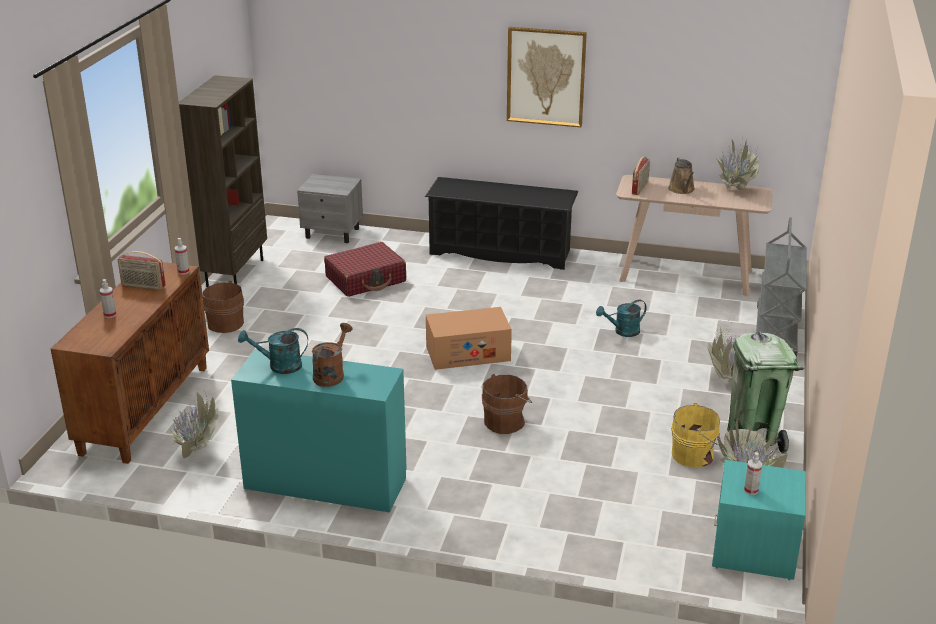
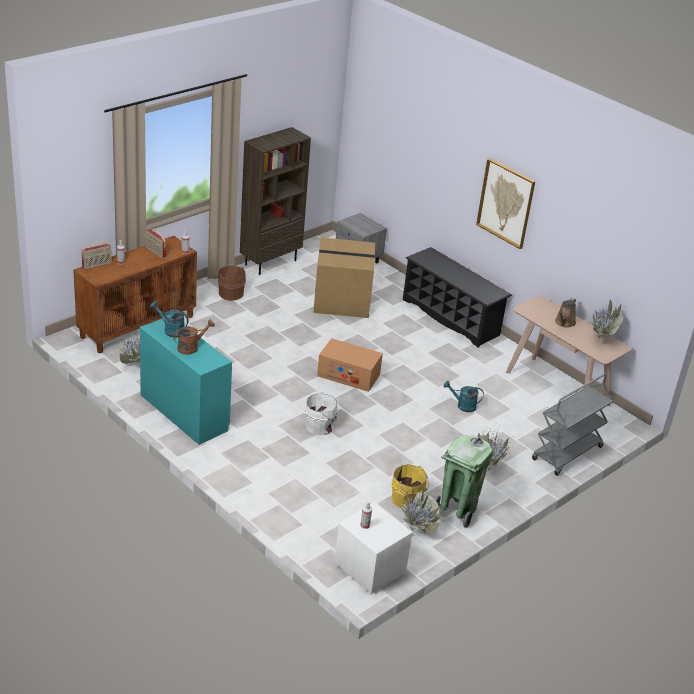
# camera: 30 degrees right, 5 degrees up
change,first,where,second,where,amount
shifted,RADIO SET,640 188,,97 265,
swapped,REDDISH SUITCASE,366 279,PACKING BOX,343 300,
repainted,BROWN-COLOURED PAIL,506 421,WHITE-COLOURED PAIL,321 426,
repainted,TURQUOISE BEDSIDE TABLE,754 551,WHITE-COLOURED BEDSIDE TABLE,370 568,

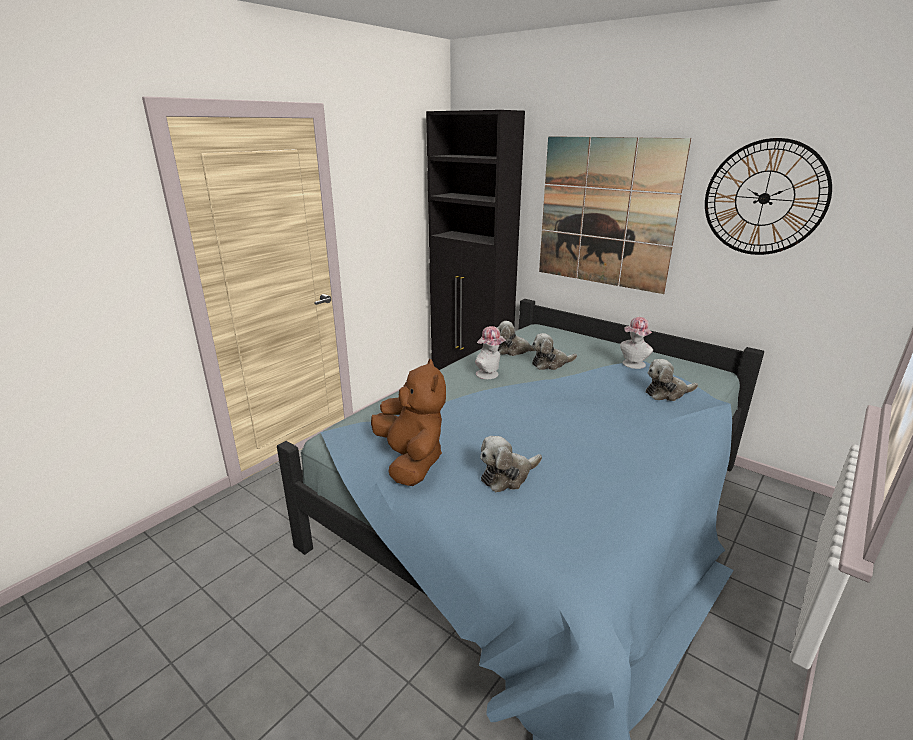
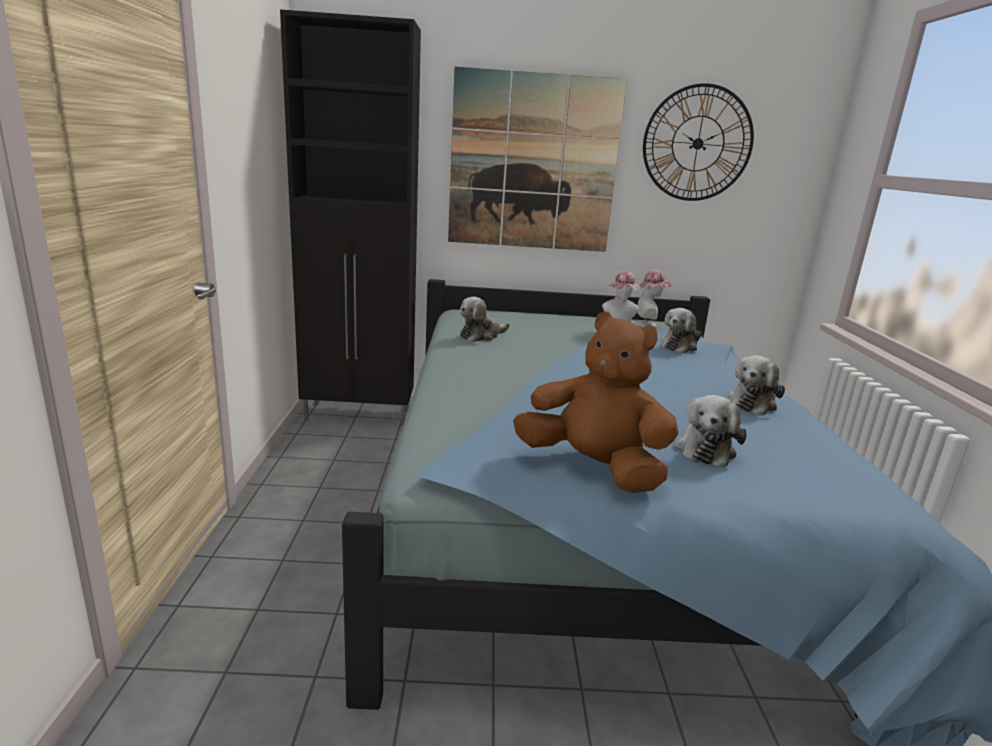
# camera: 40 degrees left, 5 degrees down
change,first,where,second,where,amount
shifted,HAT,490 375,,647 324,
shifted,SOFT TOY,550 364,,752 403,

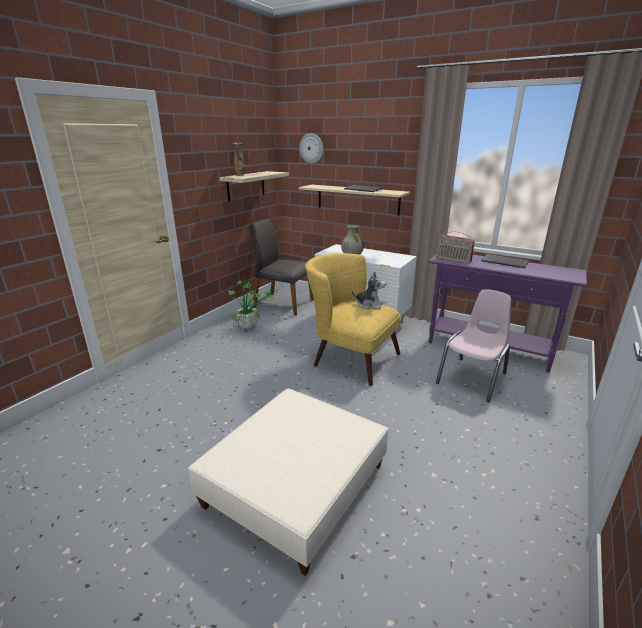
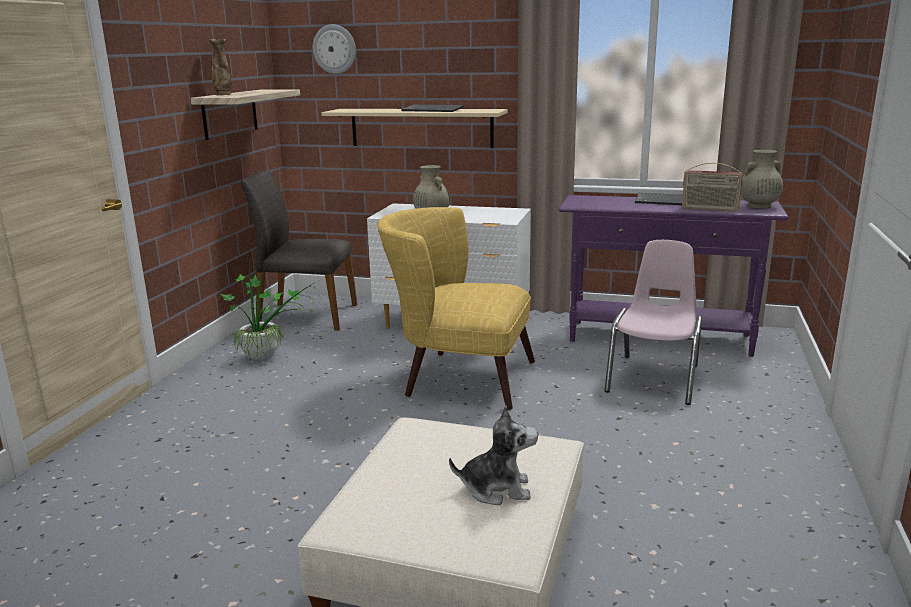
# camera: 15 degrees left, 5 degrees down
change,first,where,second,where,amount
shifted,RADIO SET,453 260,,709 209,
shifted,SOFT TOY,369 305,,496 489,
new,,,BEIGE VASE,758 206,

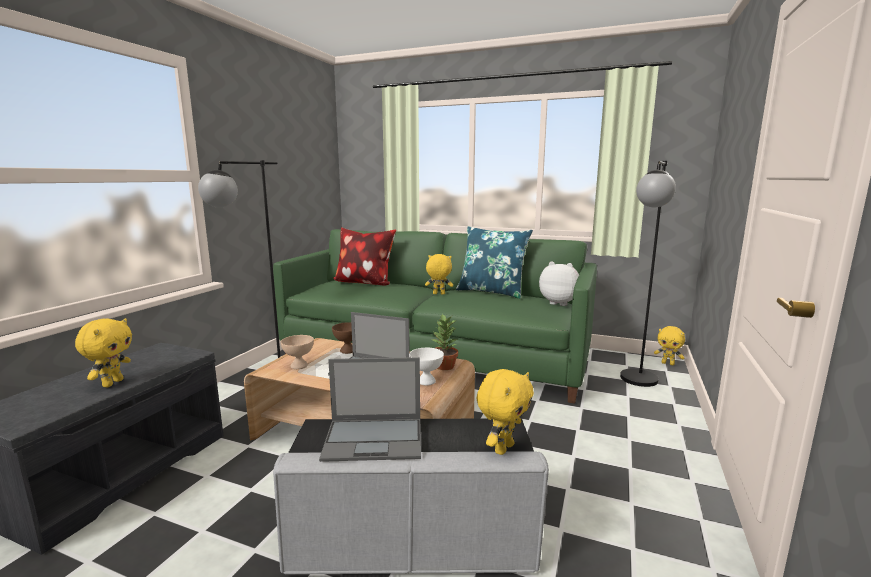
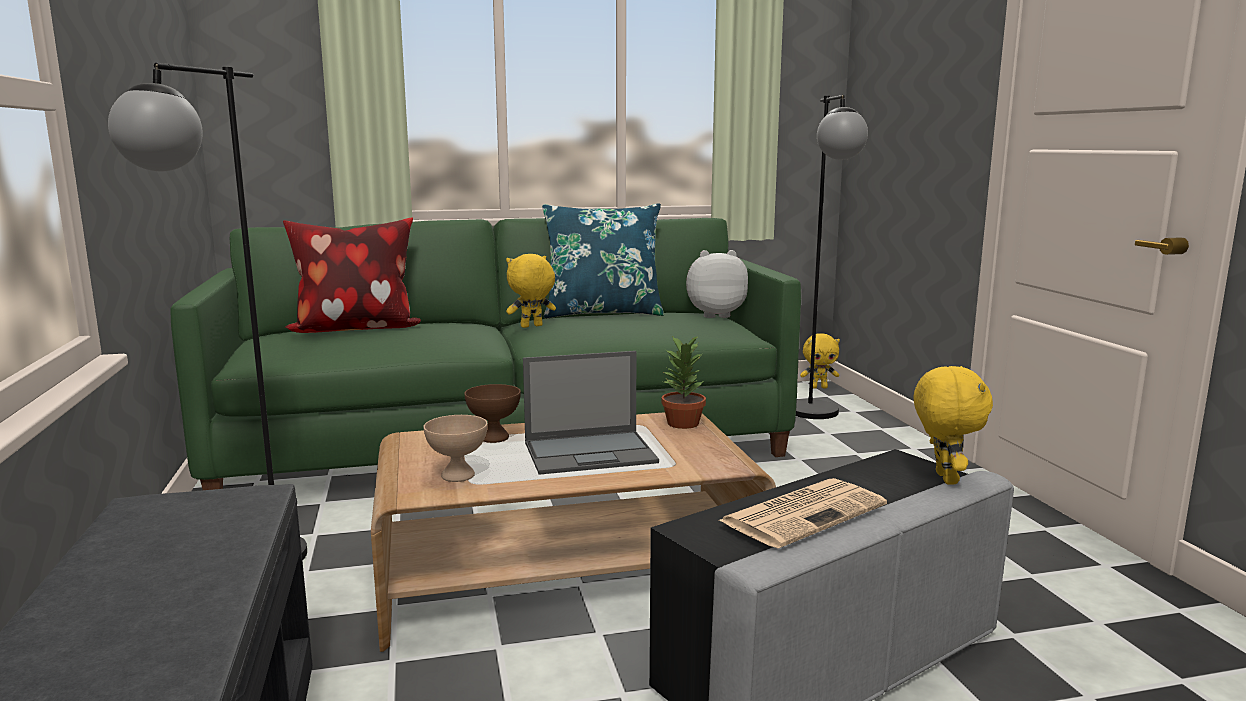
# camera: 35 degrees left, 0 degrees up
change,first,where,second,where,amount
gone,YELLOWISH SOFT TOY,112 383,,,
gone,WHITE-COLOURED SERVING BOWL,426 381,,,
swapped,PORTABLE COMPUTER,375 439,PRINTED PAPER,804 513,

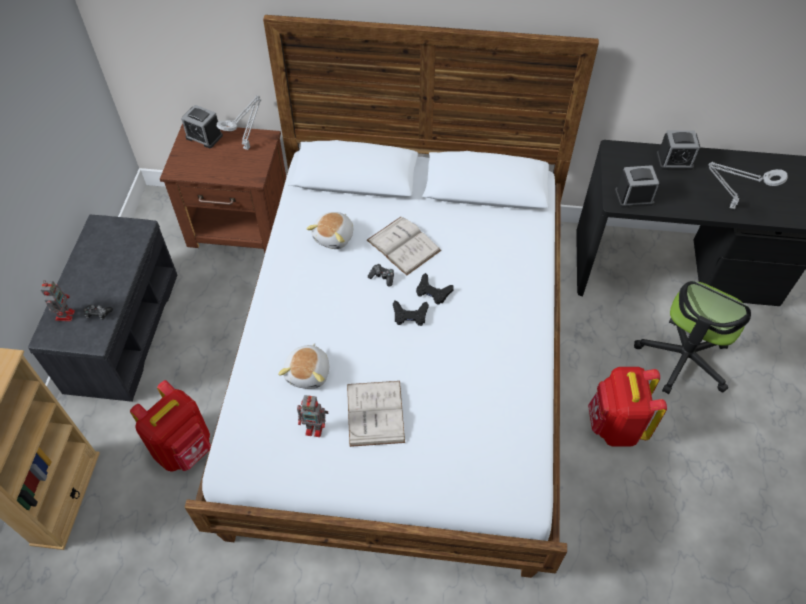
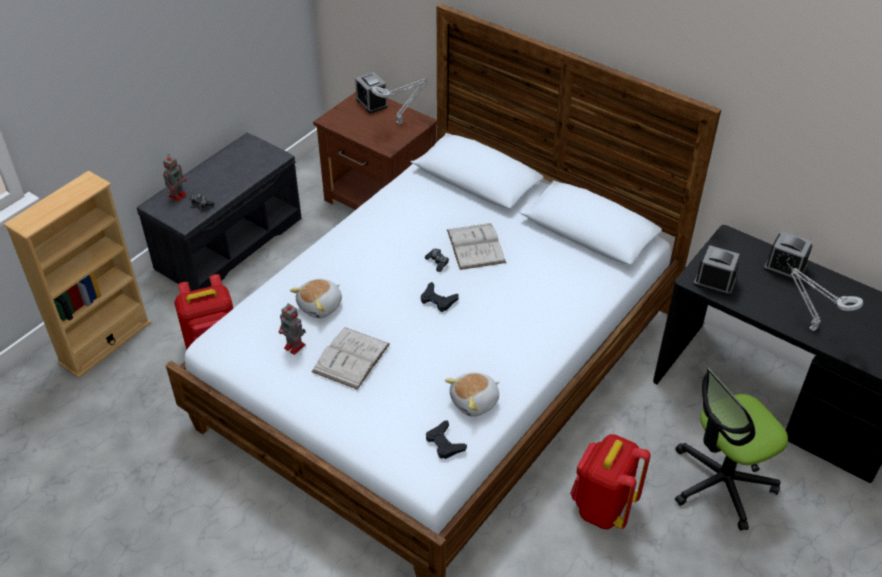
# camera: 30 degrees right, 10 degrees down
change,first,where,second,where,amount
shifted,SOFT TOY,334 237,,475 402,
shifted,BLACK GAME CONTROLLER,433 292,,444 443,

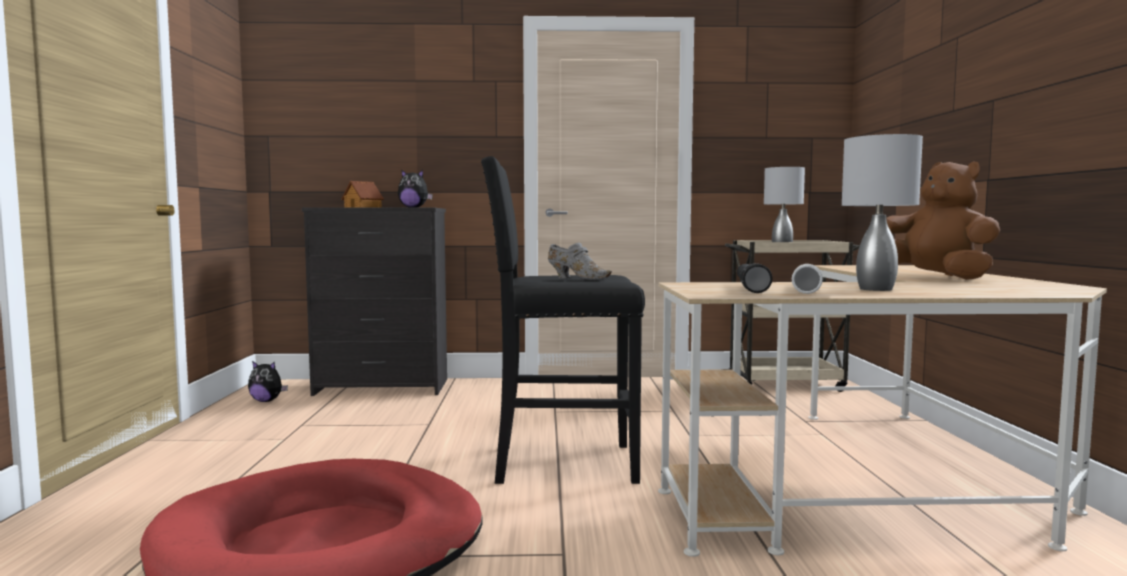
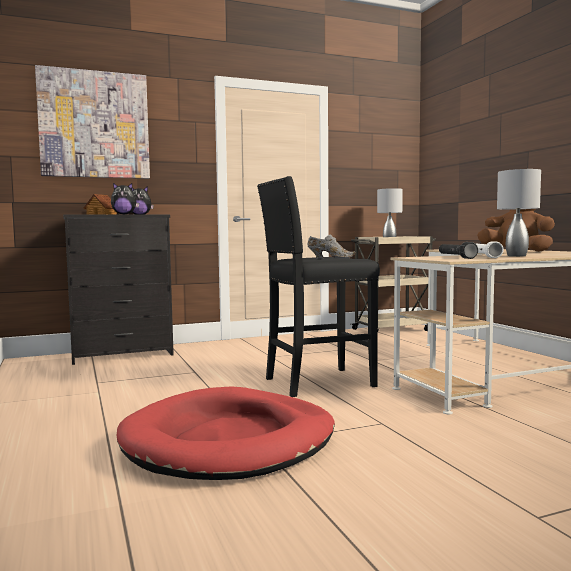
# camera: 20 degrees left, 0 degrees up
change,first,where,second,where,amount
shifted,SOFT TOY,267 401,,124 214,
new,,,PICTURE,94 125,

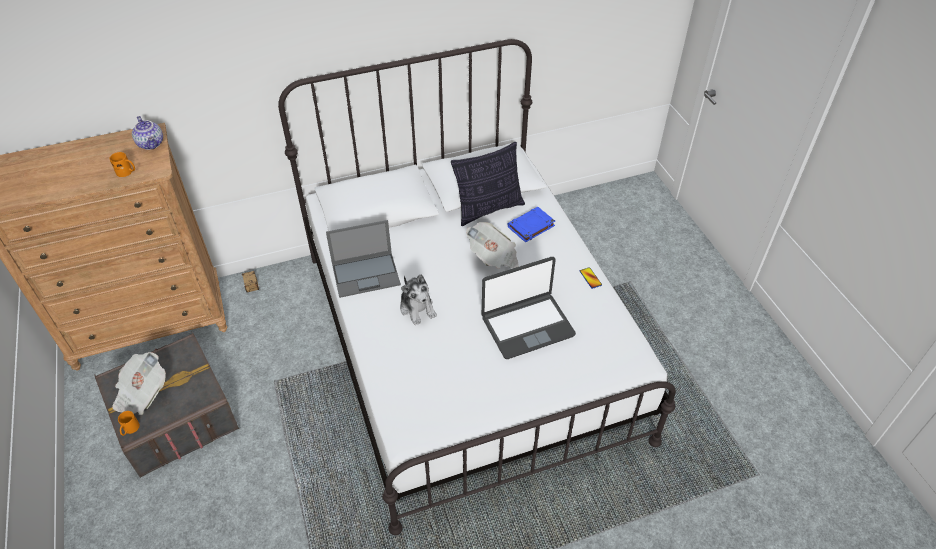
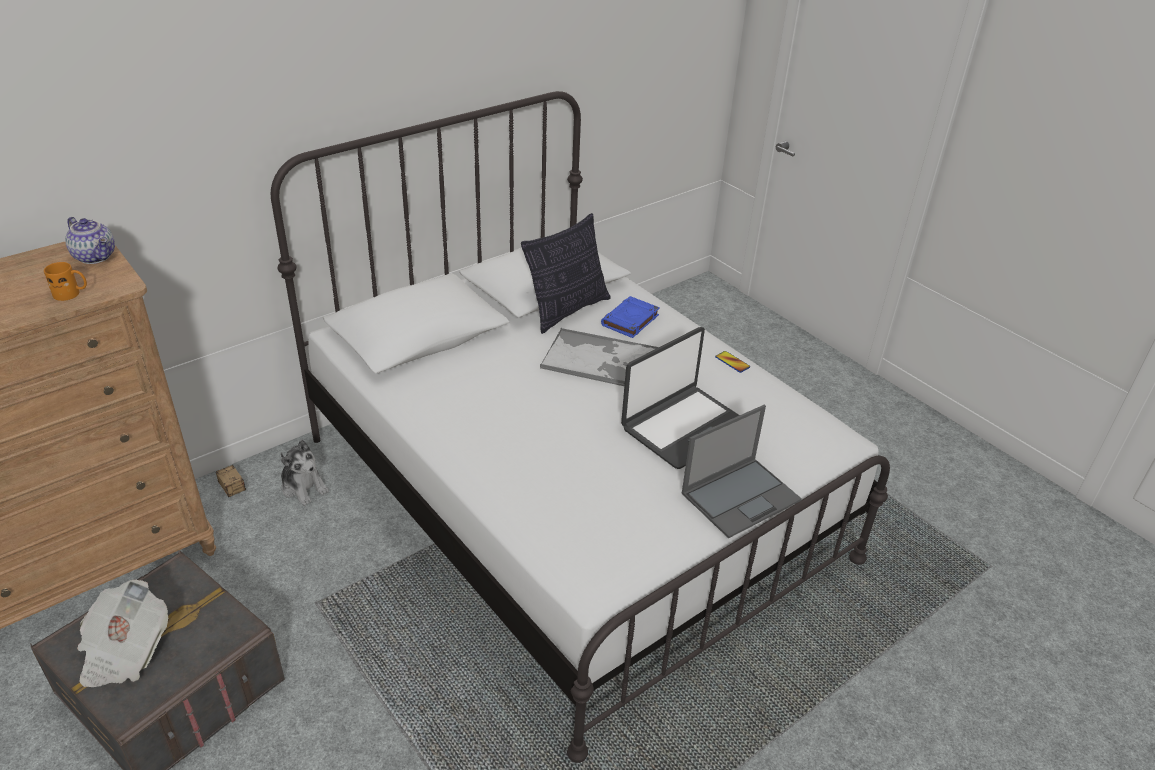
# camera: 20 degrees left, 10 degrees down
change,first,where,second,where,amount
shifted,PORTABLE COMPUTER,366 274,,741 496,
swapped,PRINTED PAPER,493 257,CARRYING TRAY,601 360,
shifted,SOFT TOY,417 308,,304 487,
gone,ORANGE COFFEE MUG,130 430,,,

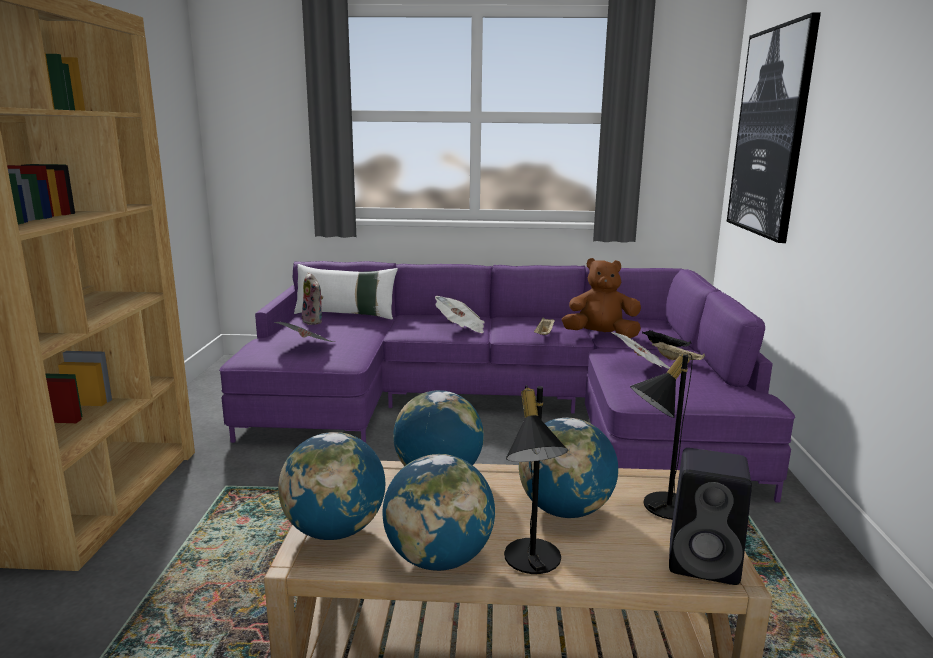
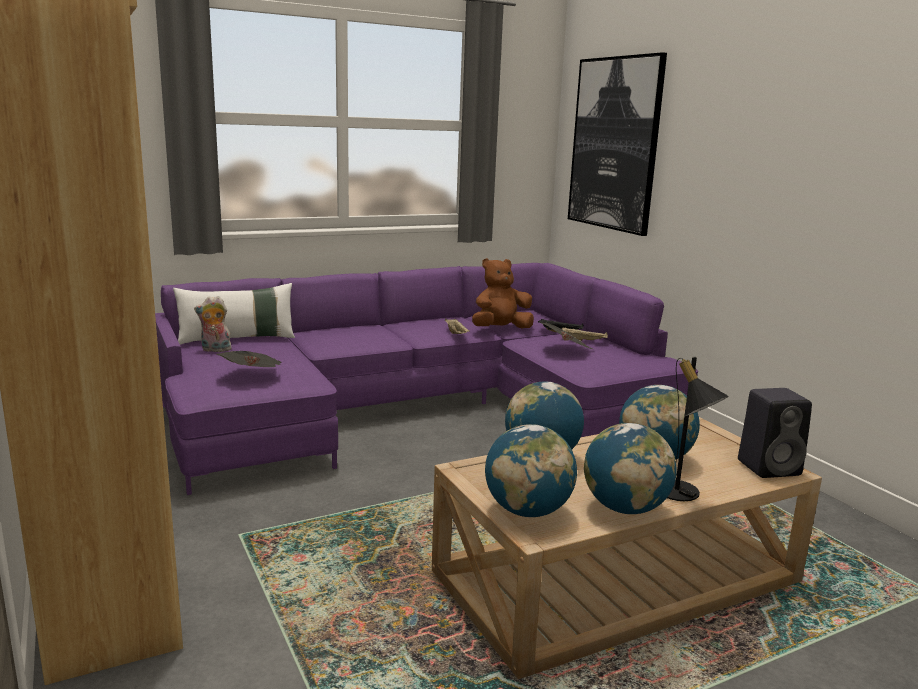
# camera: 30 degrees left, 0 degrees up
change,first,where,second,where,amount
rotated,SOFT TOY,314 321,,215 350,150 degrees clockwise
gone,PRINTED PAPER,461 328,,,
gone,BLACK LAMP FOR A TABLE,658 506,,,

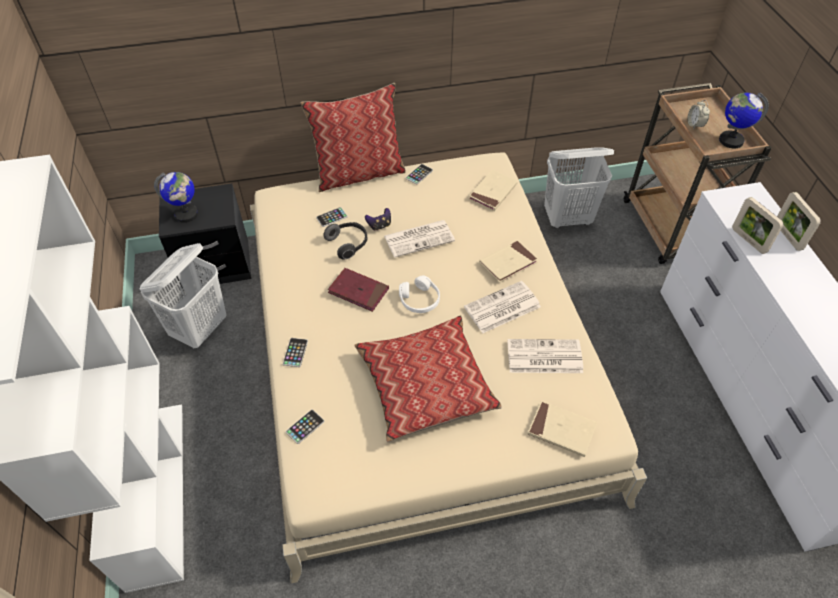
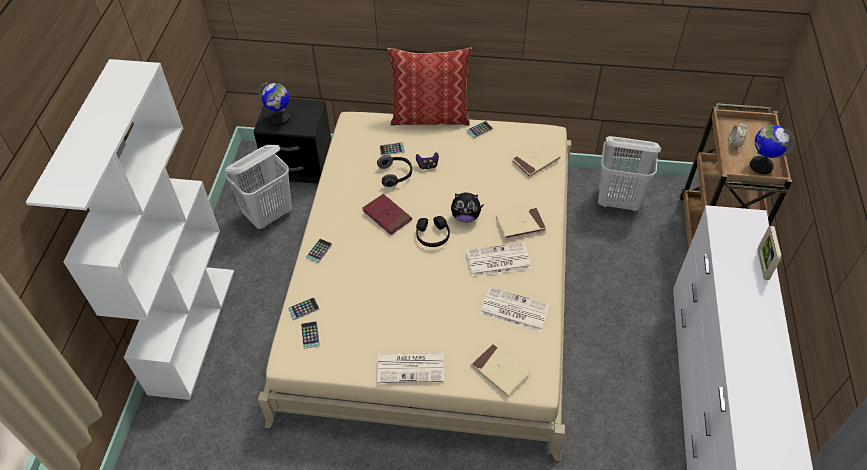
# camera: 20 degrees right, 0 degrees up
change,first,where,second,where,amount
gone,PHOTO FRAME,748 240,,,
shifted,PRINTED PAPER,420 238,,411 367,
repainted,WHITE-COLOURED HEADSET,419 300,BLACK HEADSET,432 236,
gone,THROW PILLOW,426 384,,,
new,,,SOFT TOY,465 216,
new,,,PHONE,310 335,

